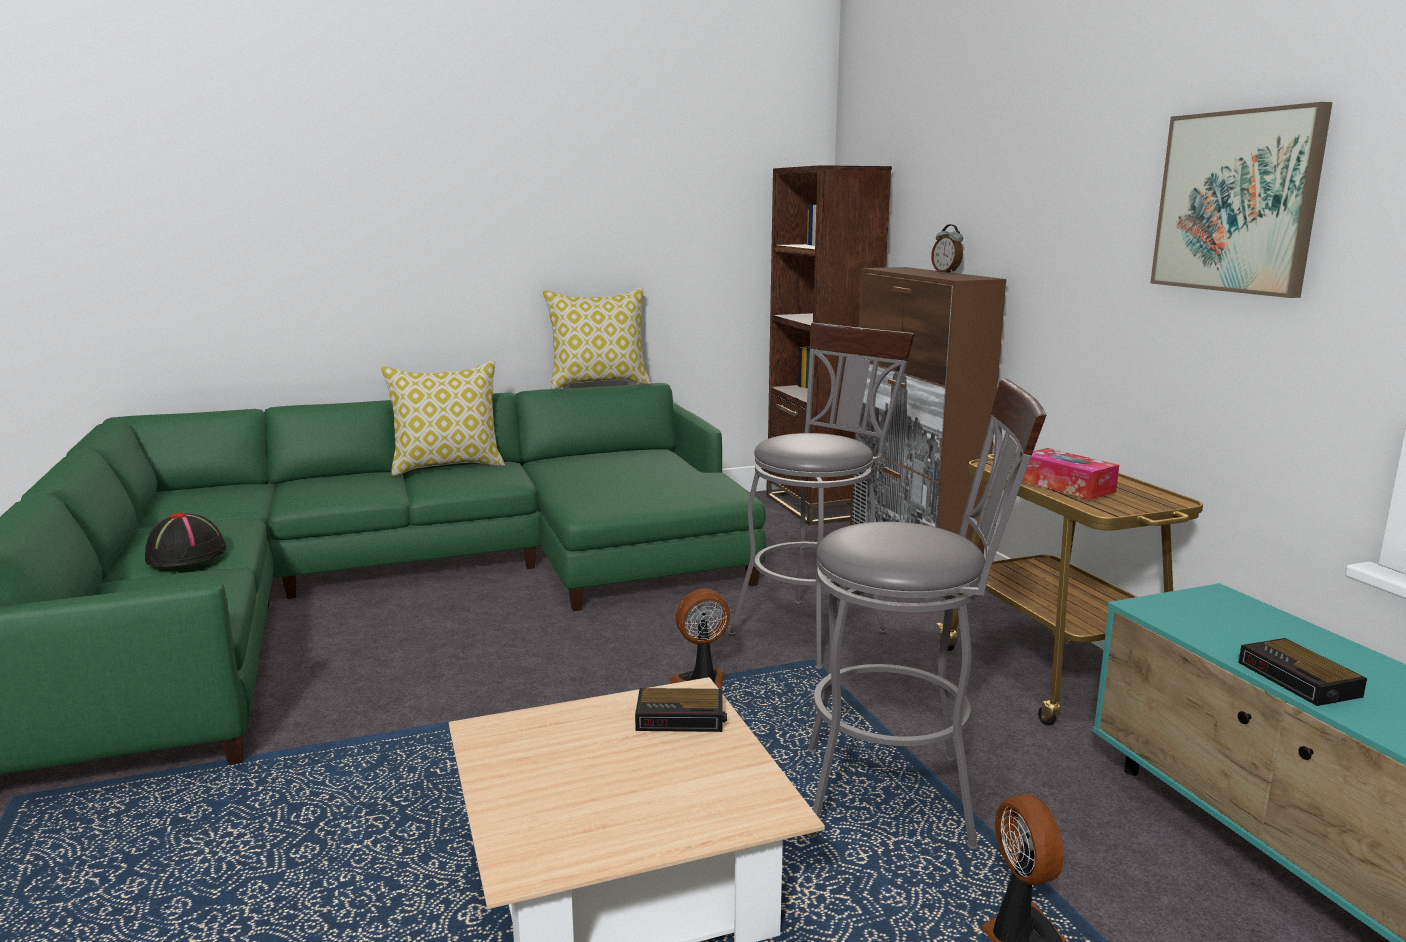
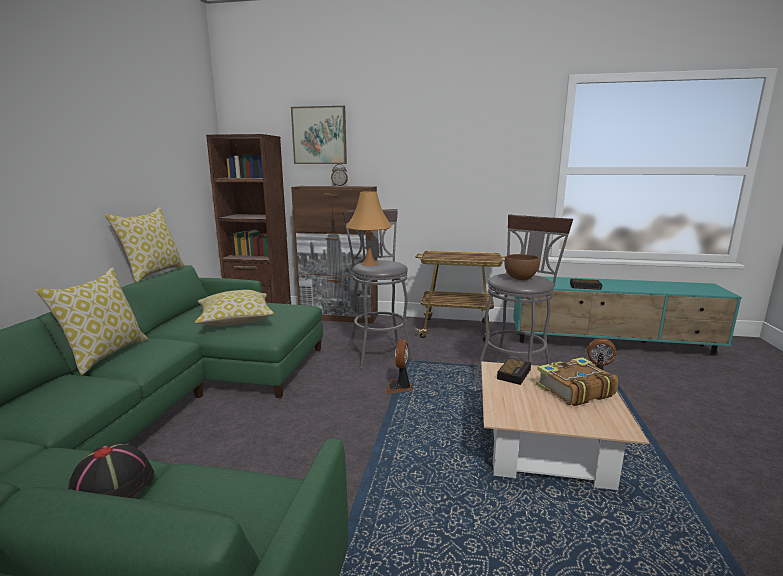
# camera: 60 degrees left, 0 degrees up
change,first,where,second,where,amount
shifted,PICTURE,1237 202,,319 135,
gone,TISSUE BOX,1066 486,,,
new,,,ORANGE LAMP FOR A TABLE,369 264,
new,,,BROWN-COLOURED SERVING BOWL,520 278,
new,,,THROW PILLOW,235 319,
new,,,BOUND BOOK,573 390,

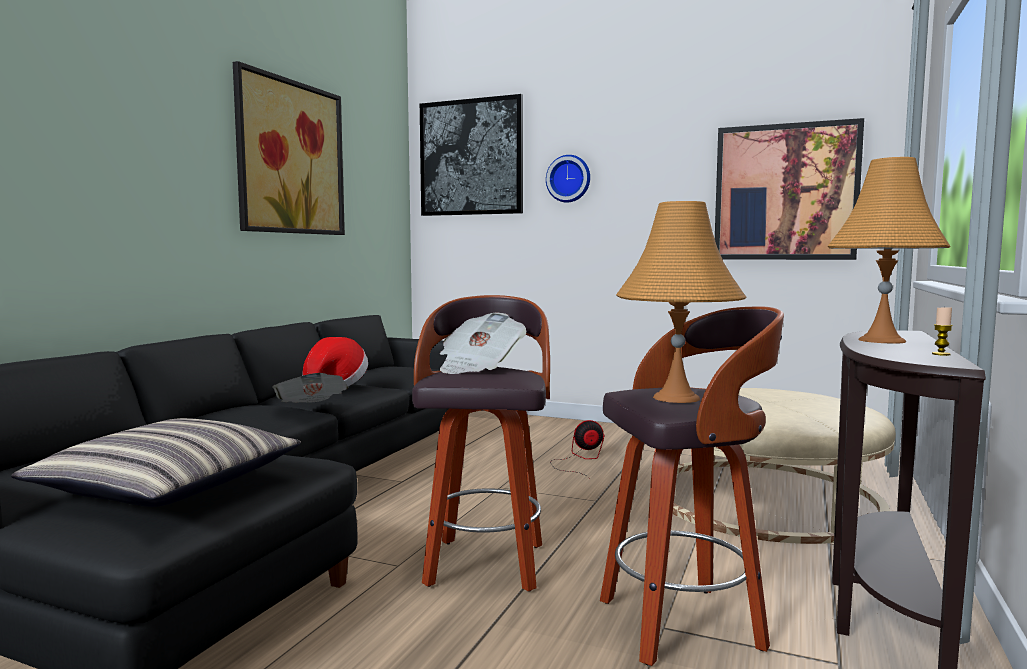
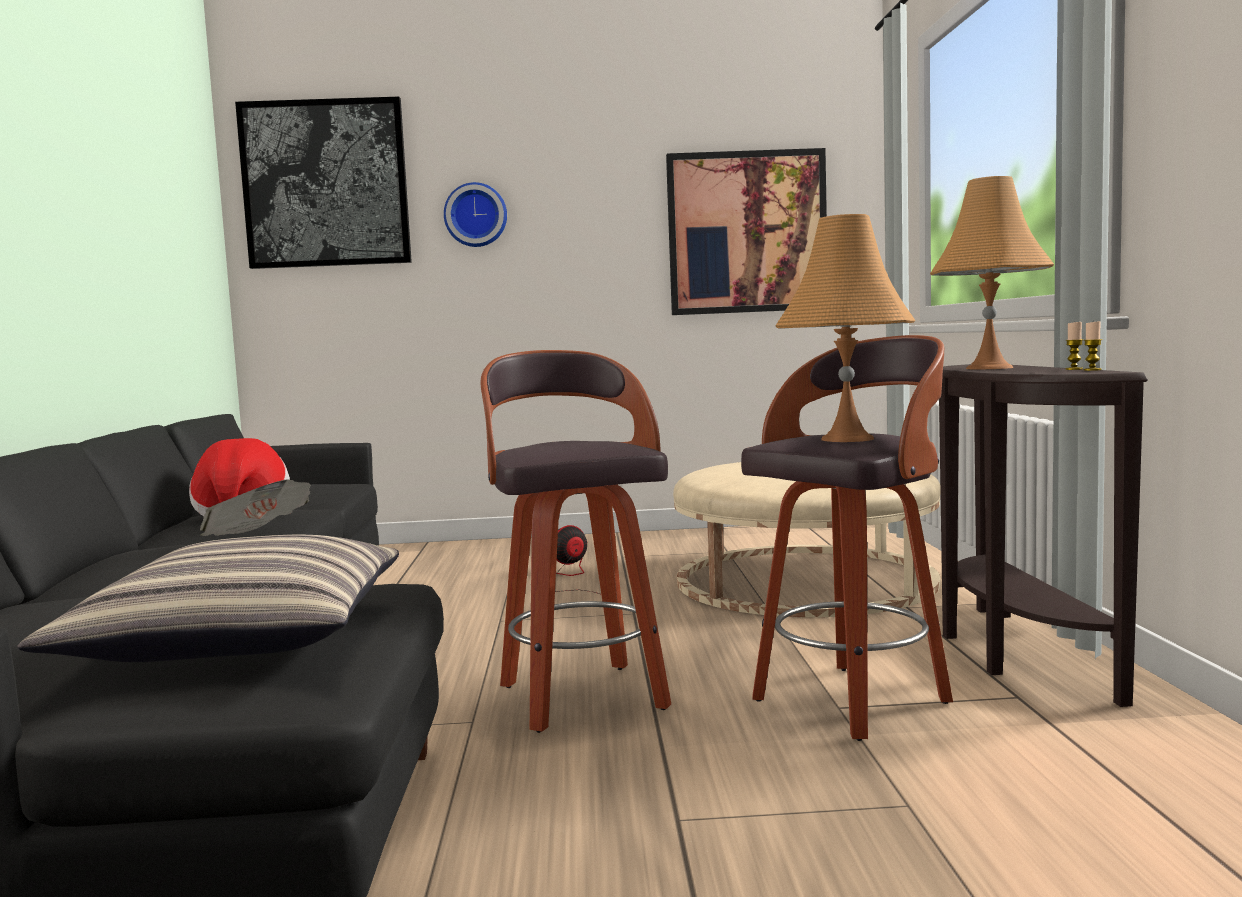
# camera: 25 degrees left, 0 degrees up
change,first,where,second,where,amount
gone,PICTURE,291 158,,,
gone,PRINTED PAPER,479 367,,,
new,,,CANDLE,1092 370,

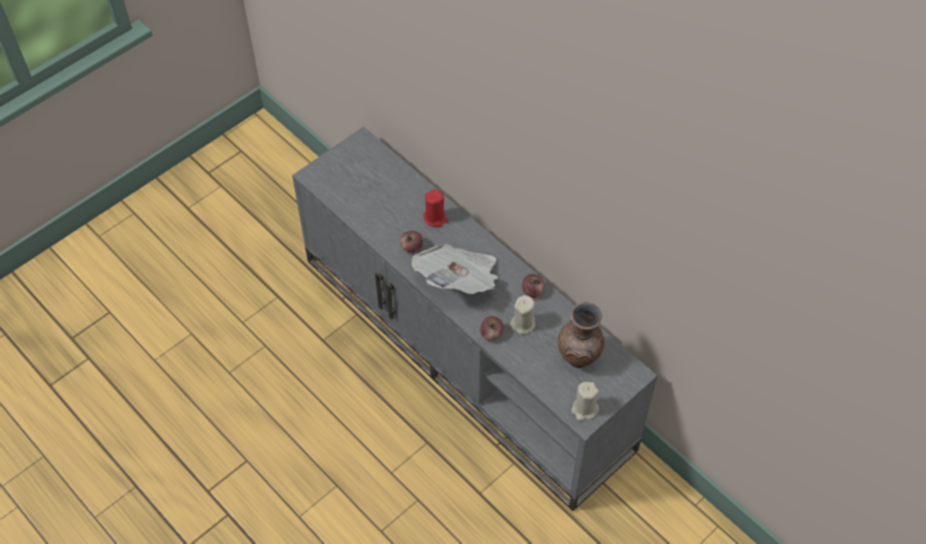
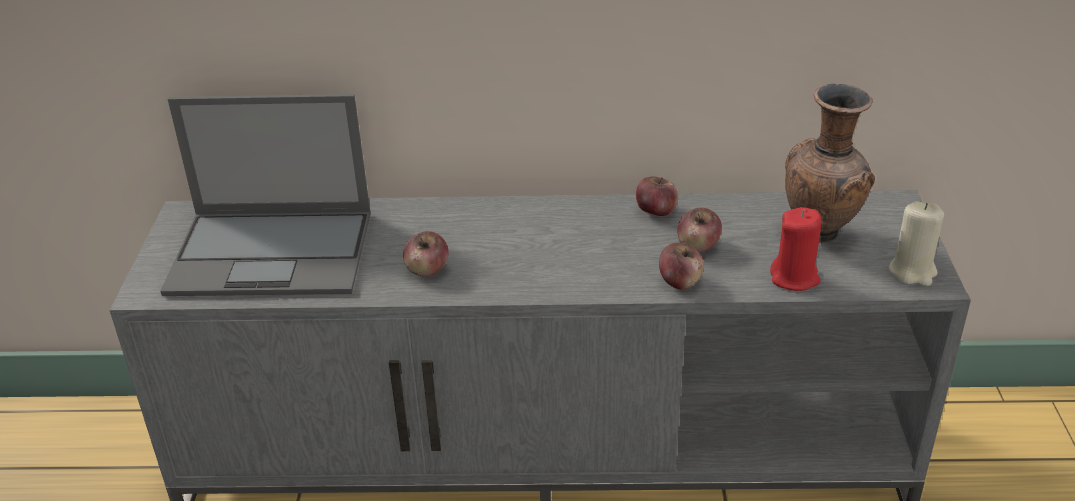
# camera: 45 degrees left, 20 degrees down
change,first,where,second,where,amount
shifted,REDDISH CANDLE,435 218,,795 278,
gone,PRINTED PAPER,459 281,,,
swapped,BEIGE CANDLE,523 323,APPLE,698 246,
new,,,PORTABLE COMPUTER,274 252,

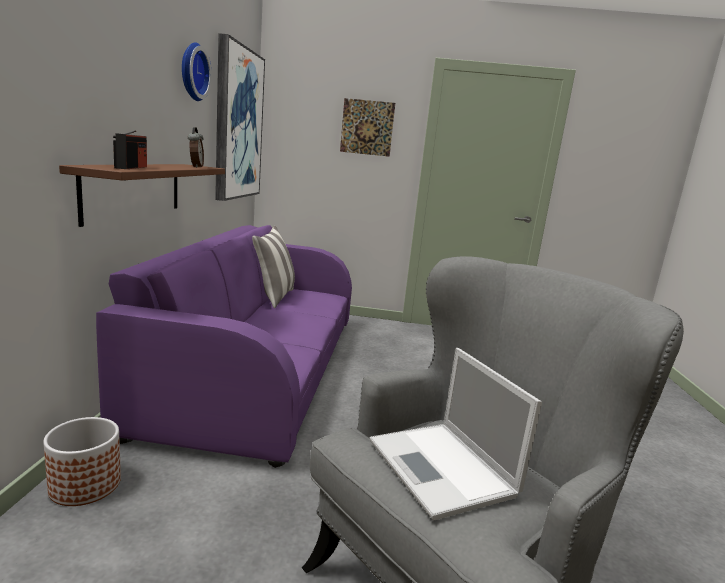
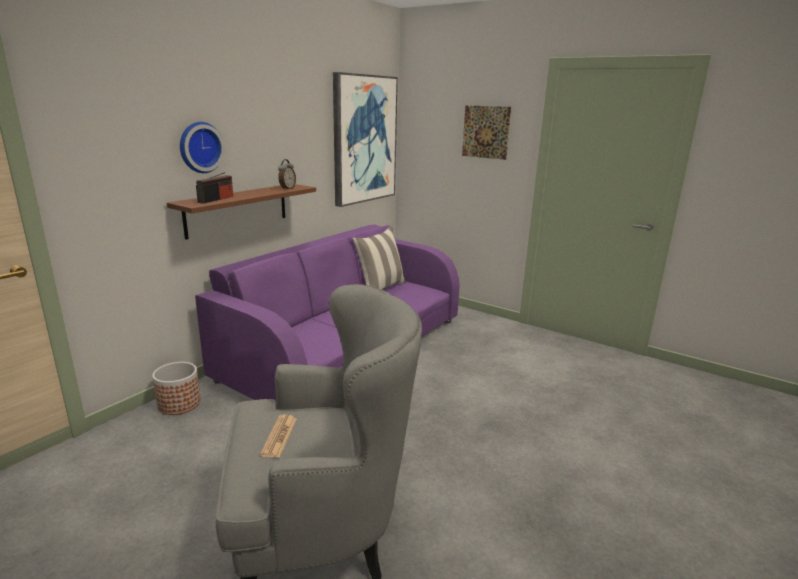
# camera: 30 degrees right, 5 degrees up
change,first,where,second,where,amount
shifted,WALL CLOCK,192 72,,199 147,
swapped,PORTABLE COMPUTER,443 469,PRINTED PAPER,279 436,

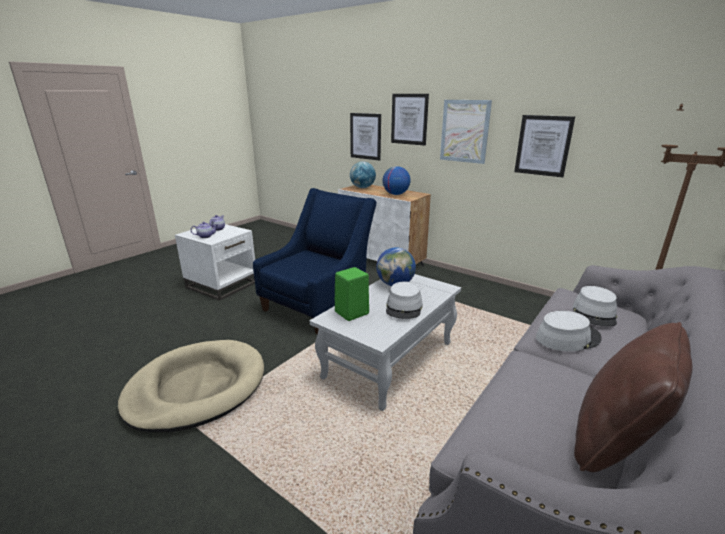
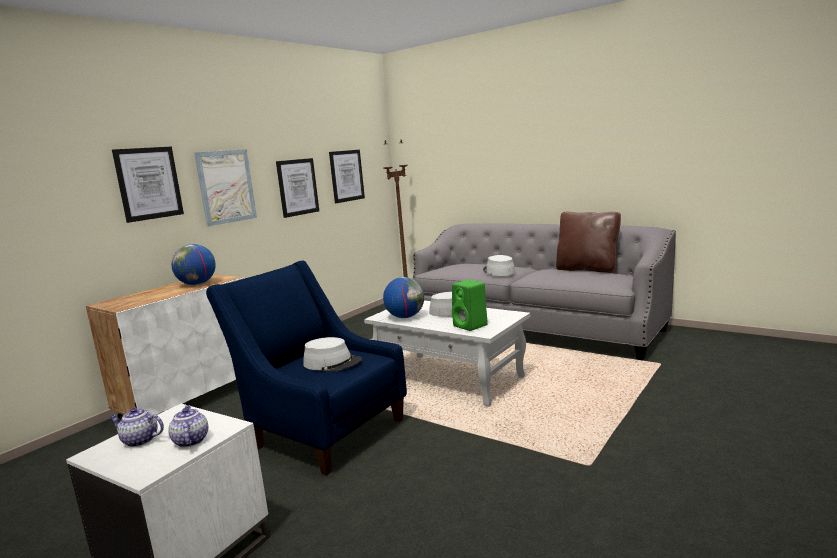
# camera: 90 degrees left, 10 degrees down
change,first,where,second,where,amount
shifted,PICTURE,365 136,,346 176,
gone,WORLD GLOBE,362 187,,,
shifted,GREY HAT,594 314,,332 363,
gone,BEIGE DOG BED,196 388,,,

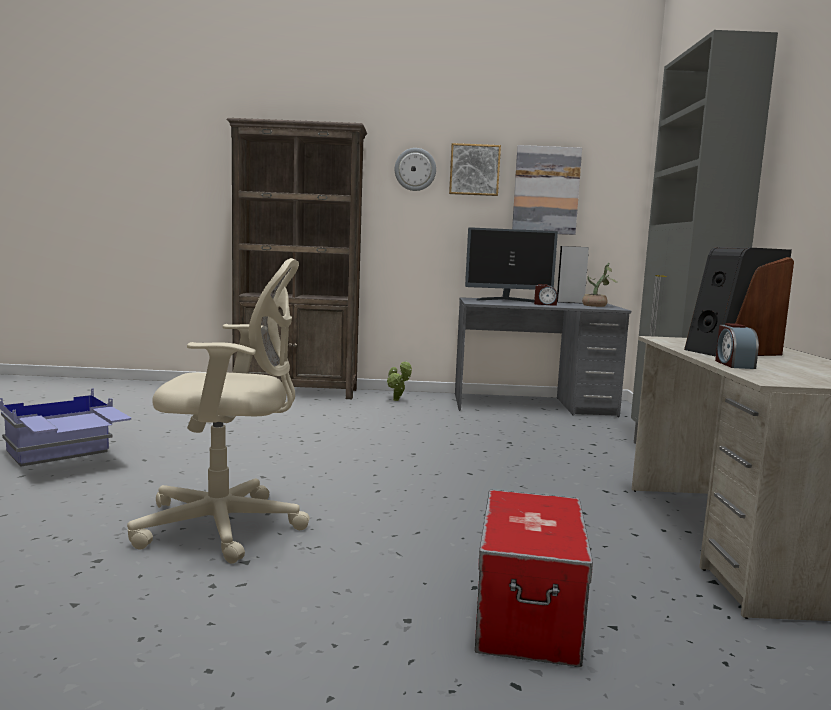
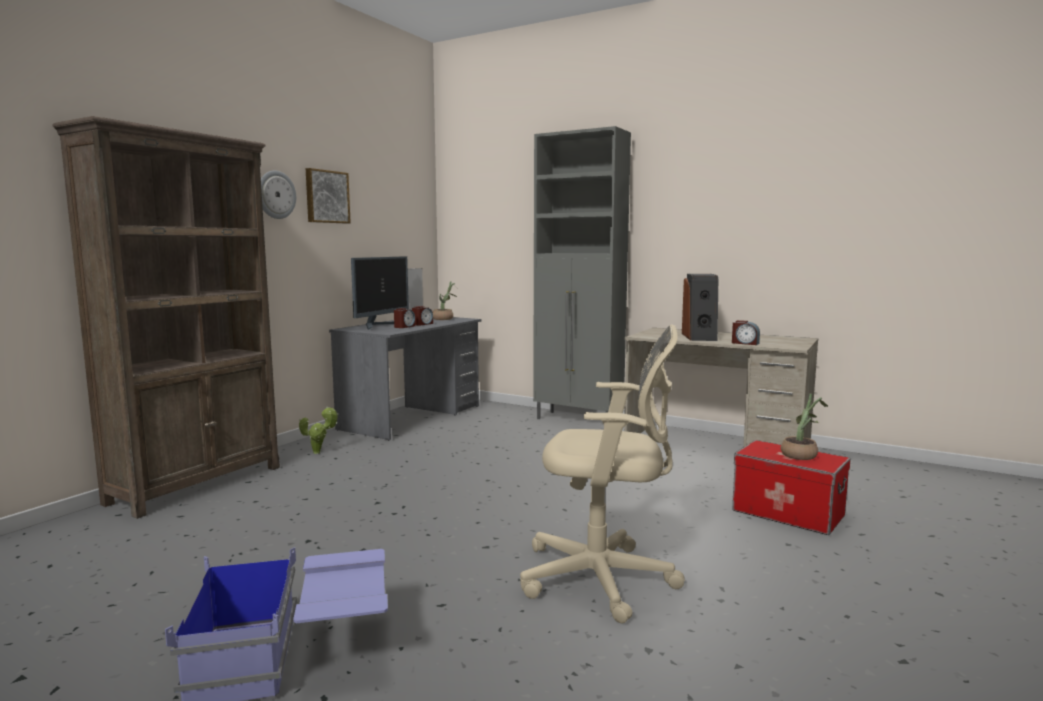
# camera: 60 degrees left, 0 degrees up
change,first,where,second,where,amount
gone,PICTURE,546 190,,,
rotated,BEIGE DESK CHAIR,227 527,,604 579,75 degrees clockwise
new,,,BEDSIDE CLOCK,404 327,
new,,,HOUSEPLANT,801 454,

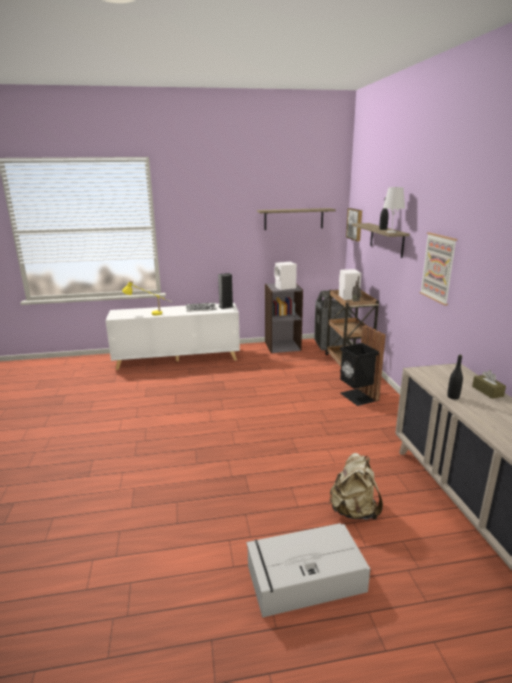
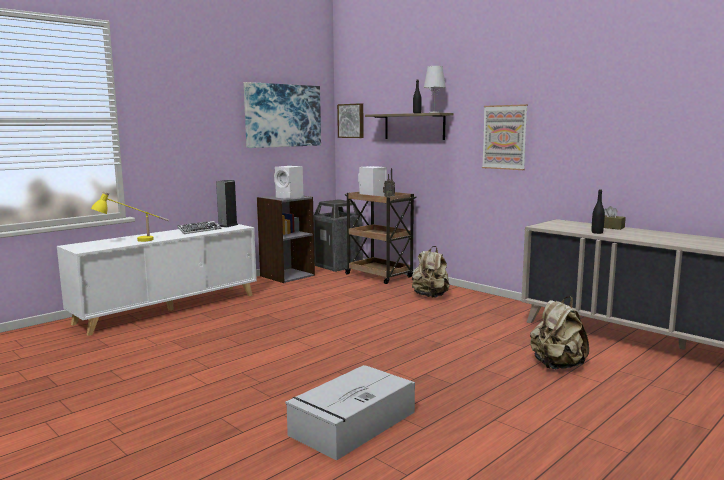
# camera: 35 degrees left, 10 degrees down
change,first,where,second,where,amount
swapped,SHELF,293 219,PICTURE,283 115,
swapped,BLACK TRASH CAN,357 397,BEIGE RUCKSACK,430 296,
shifted,GREY STORAGE CONTAINER,303 579,,351 424,

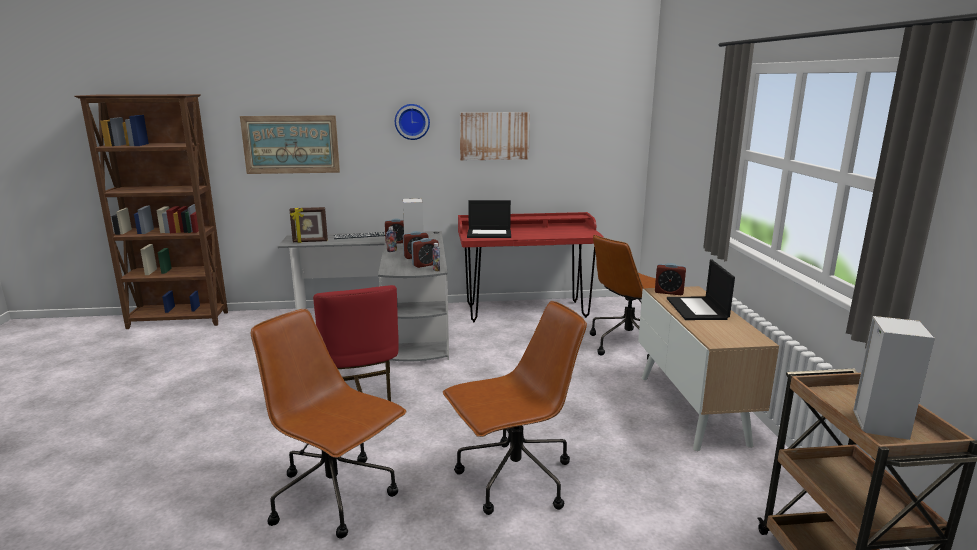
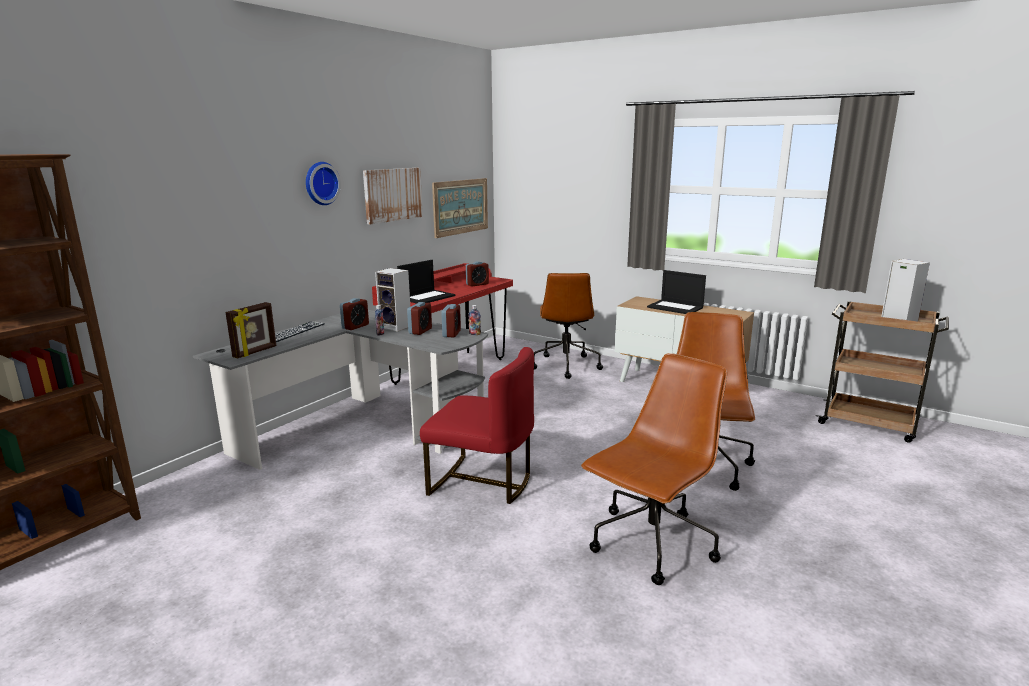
# camera: 50 degrees left, 0 degrees up
change,first,where,second,where,amount
shifted,PICTURE,291 144,,460 206,
shifted,BEDSIDE CLOCK,669 292,,477 284,
rotated,BROWN-COLOURED DESK CHAIR,335 497,,651 545,150 degrees clockwise

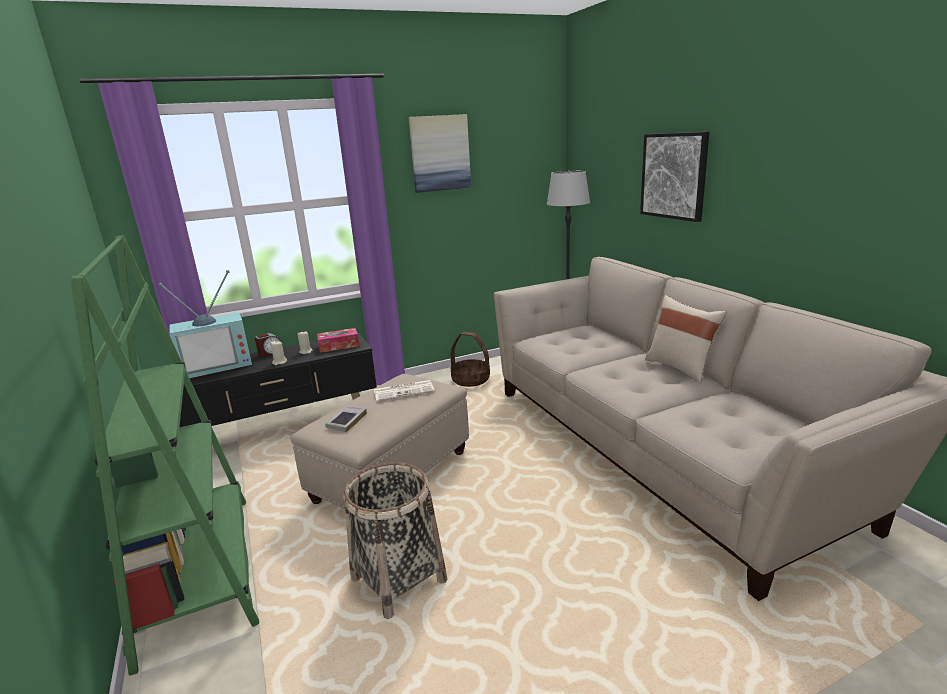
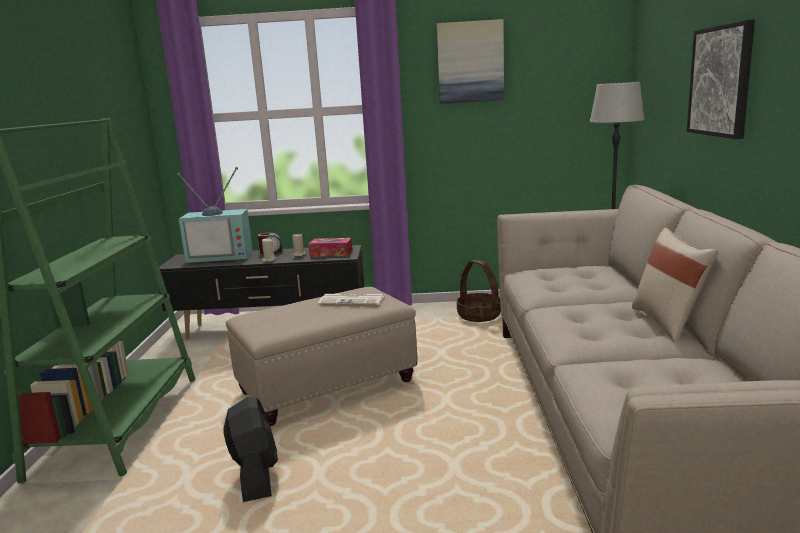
# camera: 25 degrees right, 5 degrees down
change,first,where,second,where,amount
gone,BOUND BOOK,346 421,,,
swapped,BASKET,398 579,BLACK ELECTRIC FAN,256 475,

